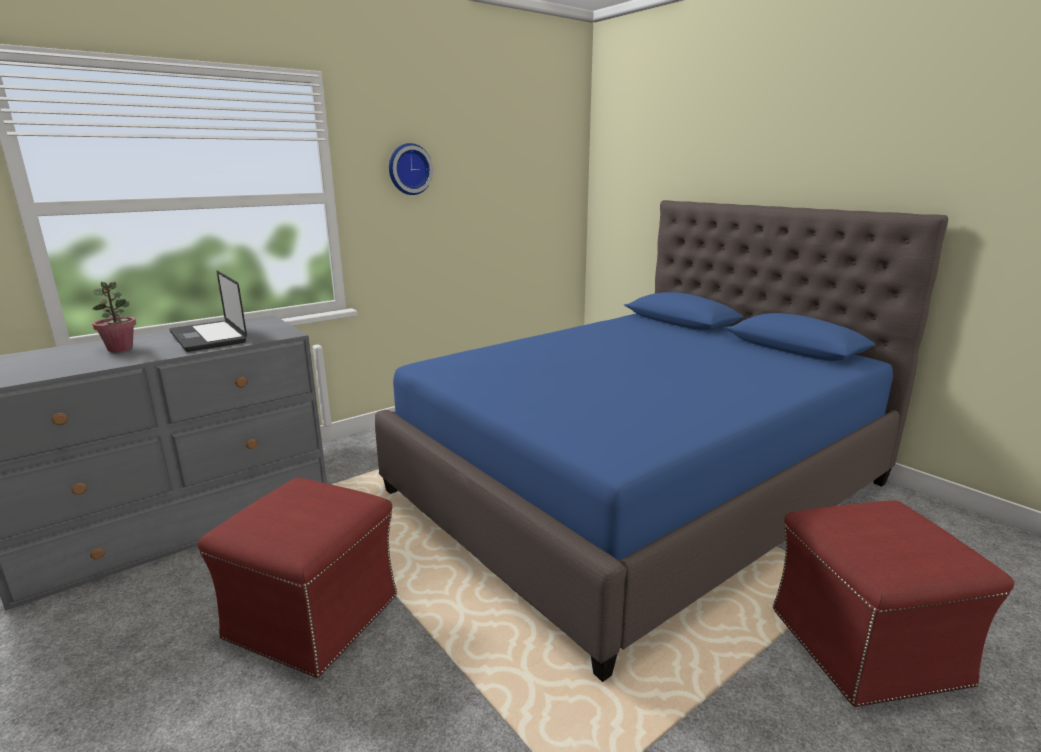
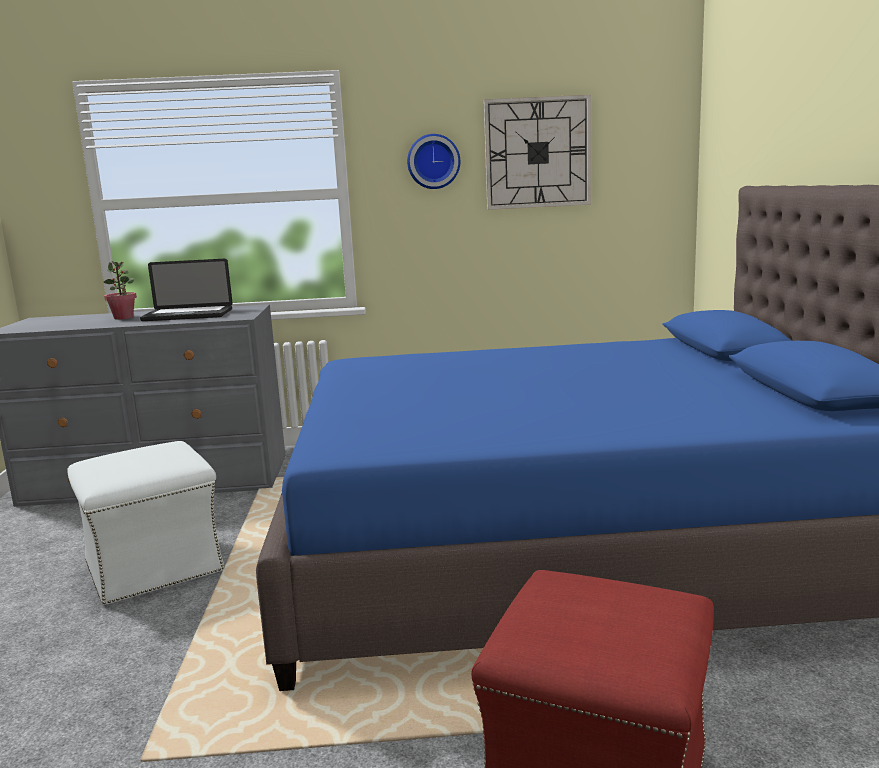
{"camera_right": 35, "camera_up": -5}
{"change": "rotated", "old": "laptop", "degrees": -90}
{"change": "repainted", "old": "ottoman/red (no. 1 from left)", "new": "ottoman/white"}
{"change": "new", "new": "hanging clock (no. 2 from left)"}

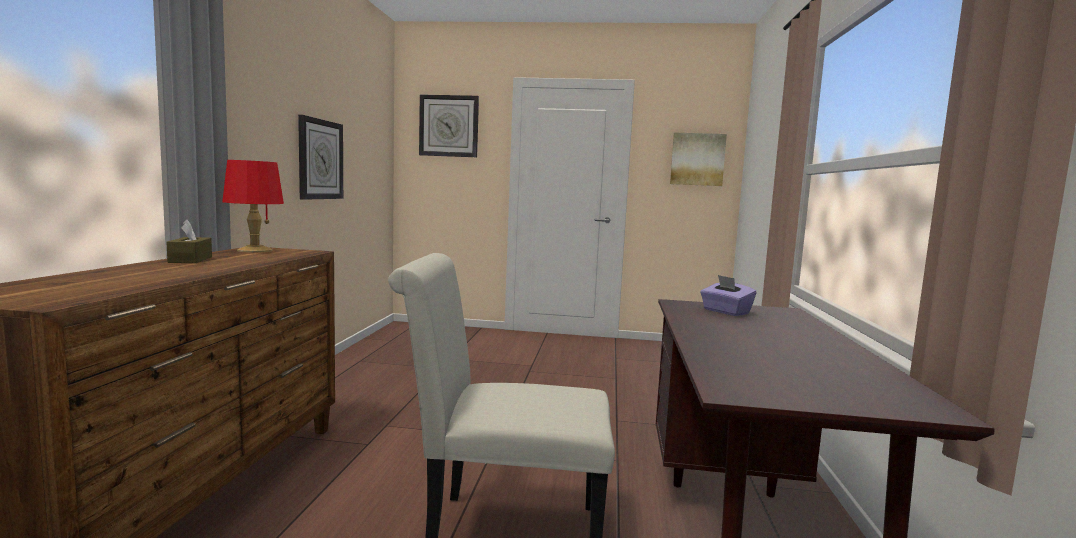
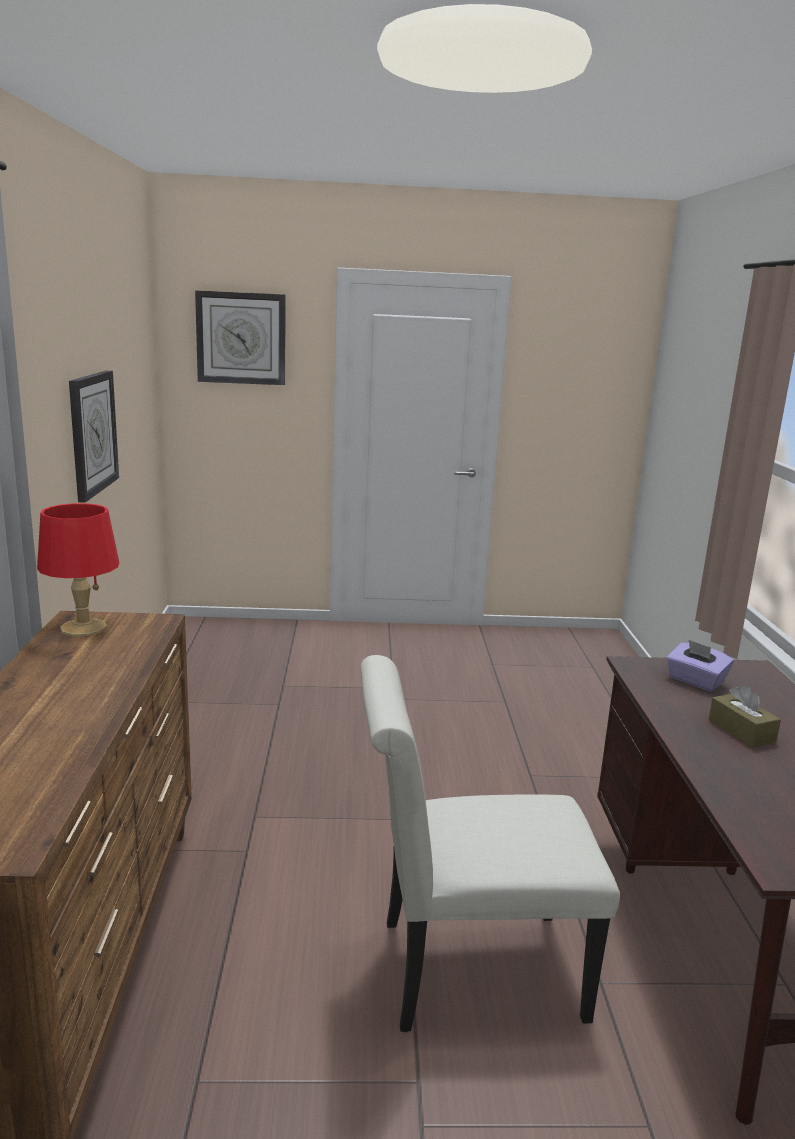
{"camera_right": -10, "camera_up": 10}
{"change": "shifted", "old": "tissue box/brownish"}
{"change": "gone", "old": "picture"}

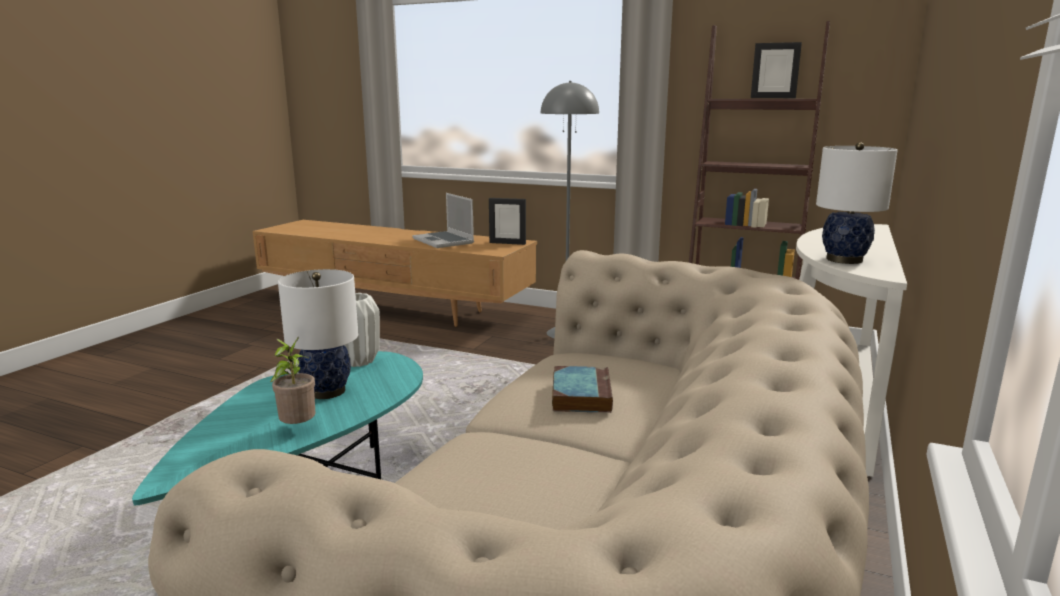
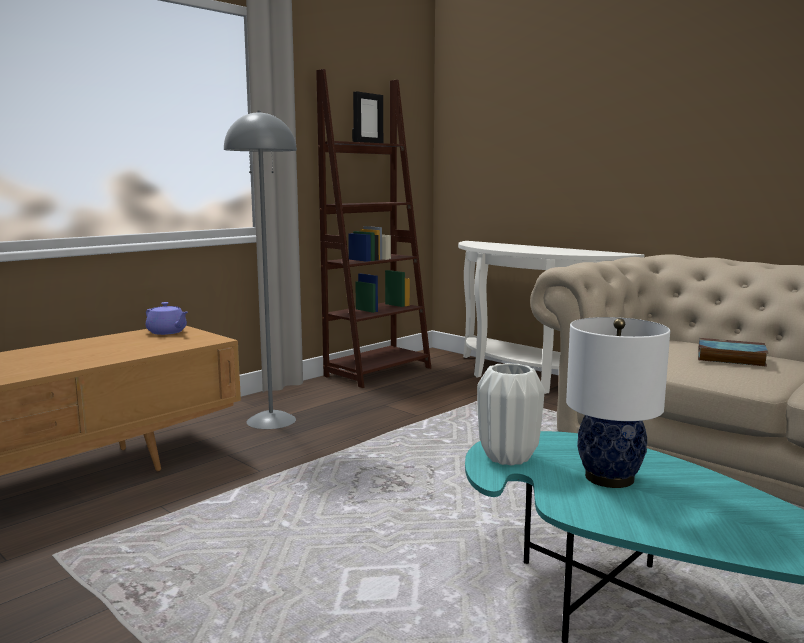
{"camera_right": -70, "camera_up": -5}
{"change": "gone", "old": "potted plant"}
{"change": "gone", "old": "laptop"}
{"change": "swapped", "old": "picture frame (no. 1 from left)", "new": "pot for tea/purple"}
{"change": "gone", "old": "lamp for a table/white (no. 2 from left)"}

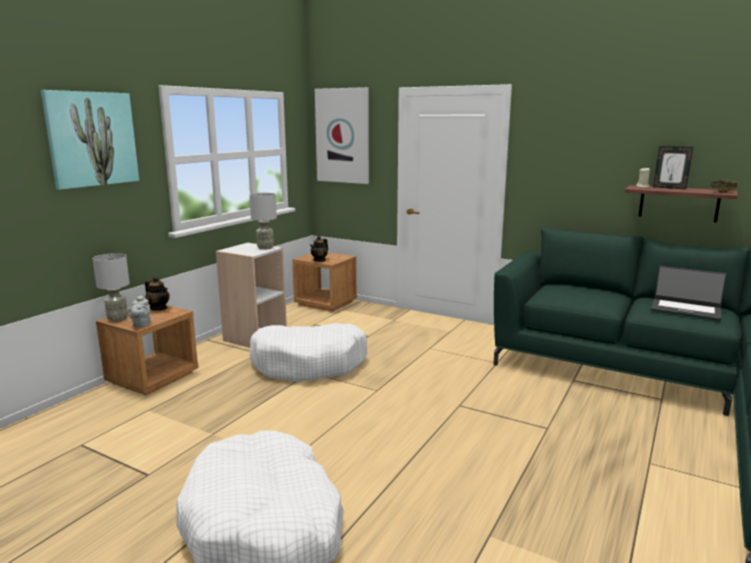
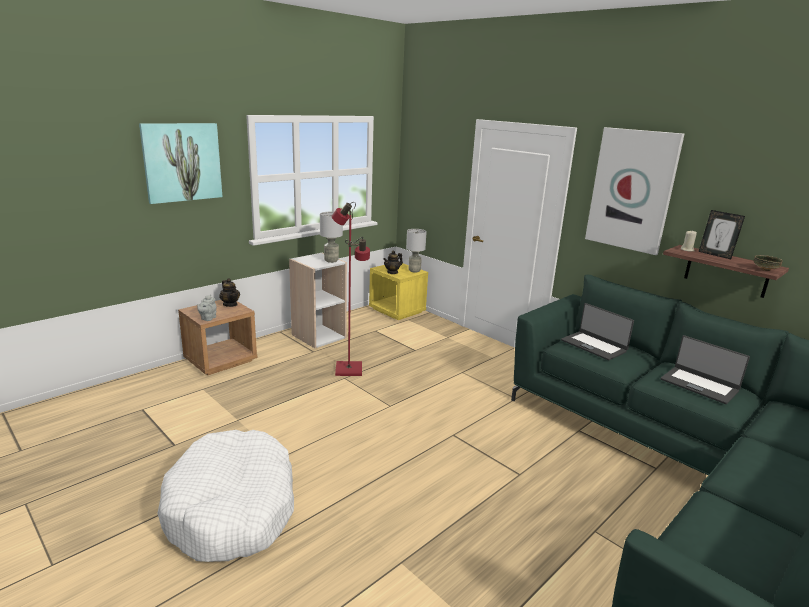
{"camera_right": 15, "camera_up": 5}
{"change": "shifted", "old": "lamp for a table/gray (no. 1 from left in the first image)", "new": "lamp for a table/gray (no. 2 from left)"}
{"change": "swapped", "old": "dog cushion/white (no. 2 from left)", "new": "floor lamp/red"}
{"change": "repainted", "old": "night table/brownish (no. 2 from left)", "new": "night table/yellowish"}
{"change": "shifted", "old": "picture (no. 2 from left)"}
{"change": "new", "new": "laptop (no. 1 from left)"}

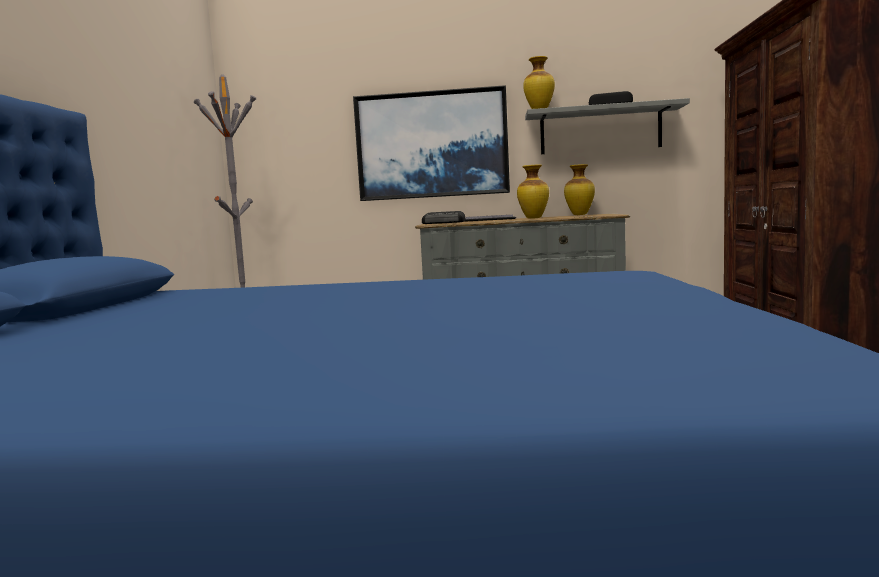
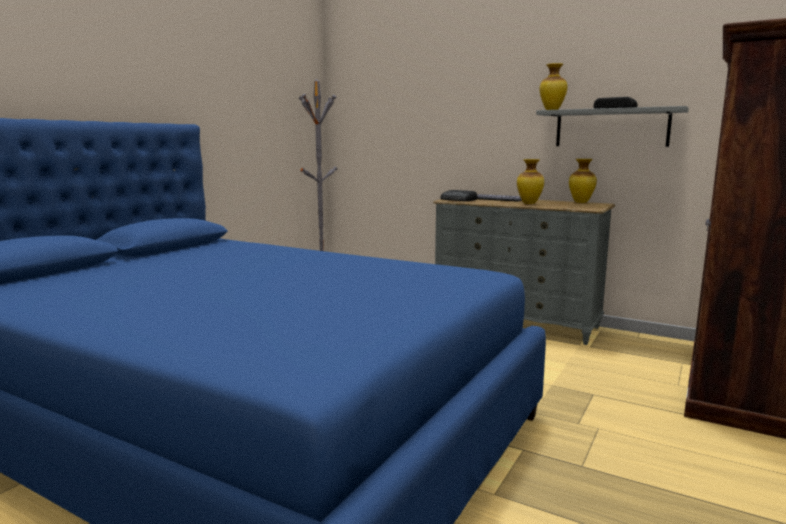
{"camera_right": 25, "camera_up": 5}
{"change": "gone", "old": "picture"}

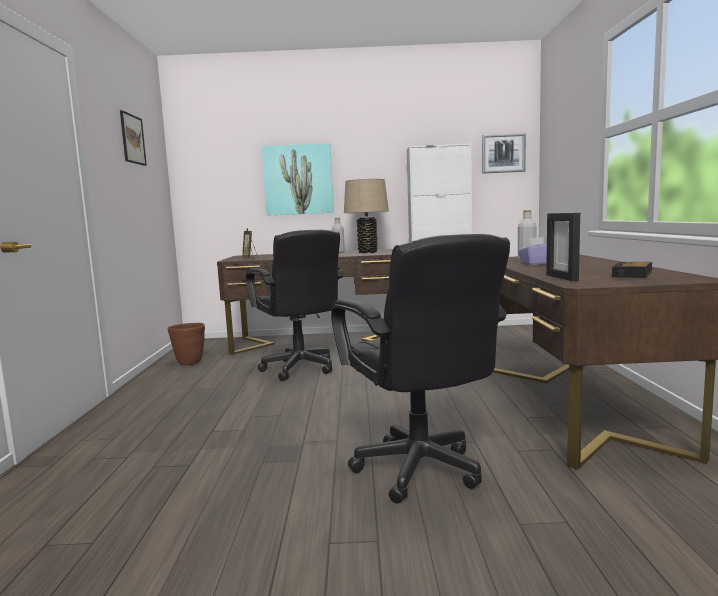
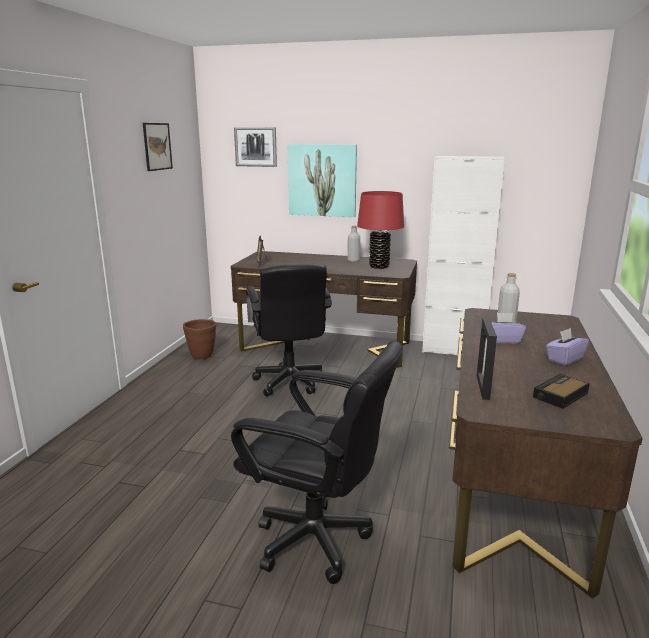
{"camera_right": 15, "camera_up": 10}
{"change": "rotated", "old": "computer chair/blackish (no. 2 from left)", "degrees": -60}
{"change": "repainted", "old": "lamp for a table/beige-coloured", "new": "lamp for a table/red"}
{"change": "shifted", "old": "picture (no. 3 from left in the first image)", "new": "picture (no. 2 from left)"}
{"change": "new", "new": "tissue box/purple (no. 2 from left)"}

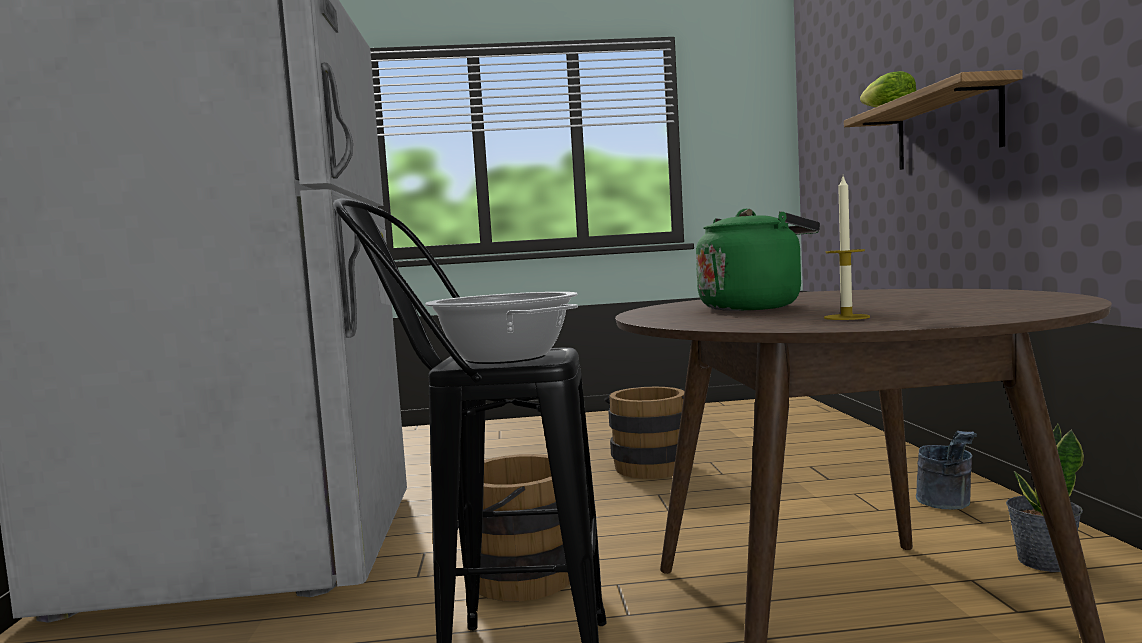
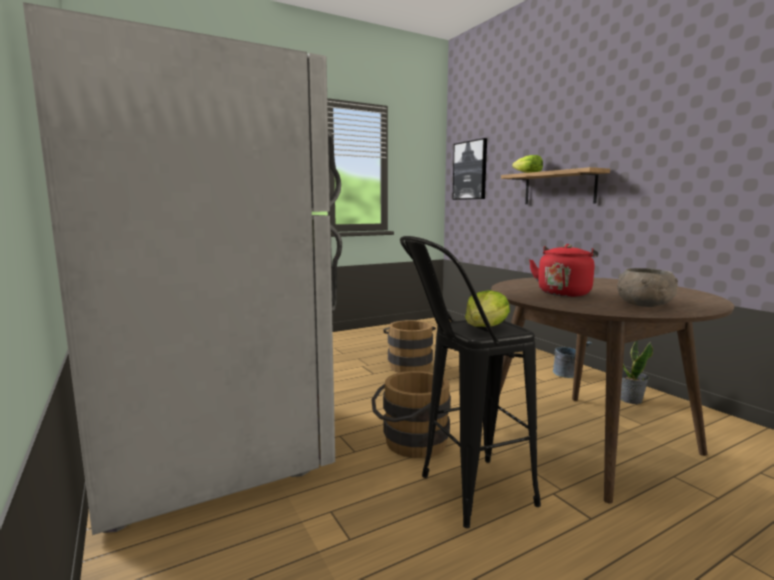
{"camera_right": -25, "camera_up": 5}
{"change": "swapped", "old": "stockpot", "new": "lettuce (no. 1 from left)"}
{"change": "repainted", "old": "water kettle/green", "new": "water kettle/red"}
{"change": "swapped", "old": "candle", "new": "serving bowl/gray"}
{"change": "new", "new": "picture"}

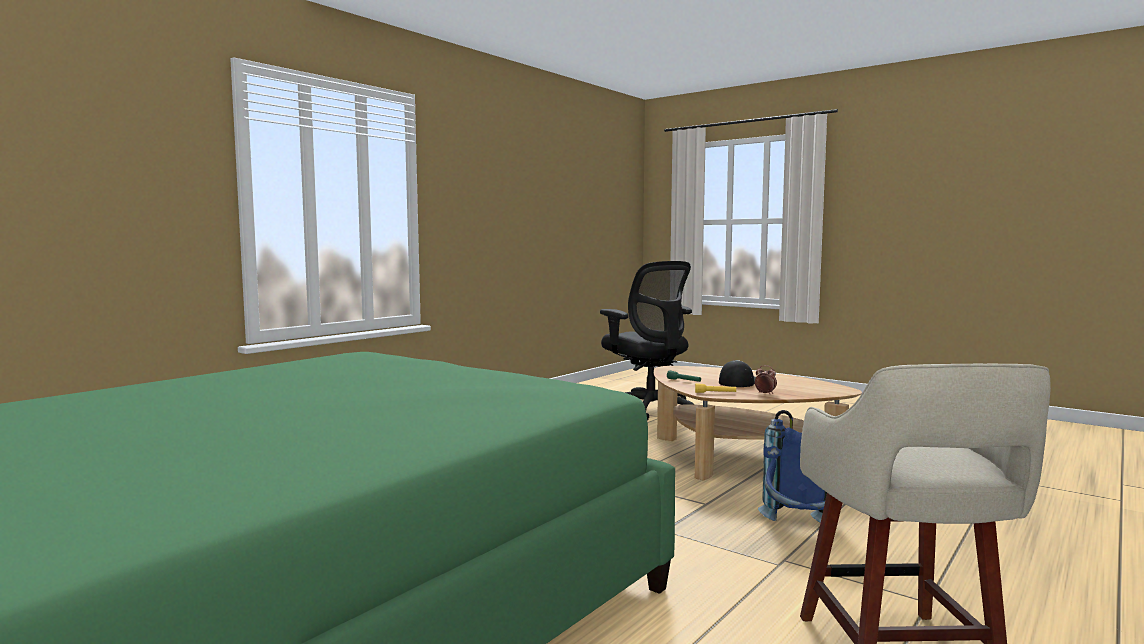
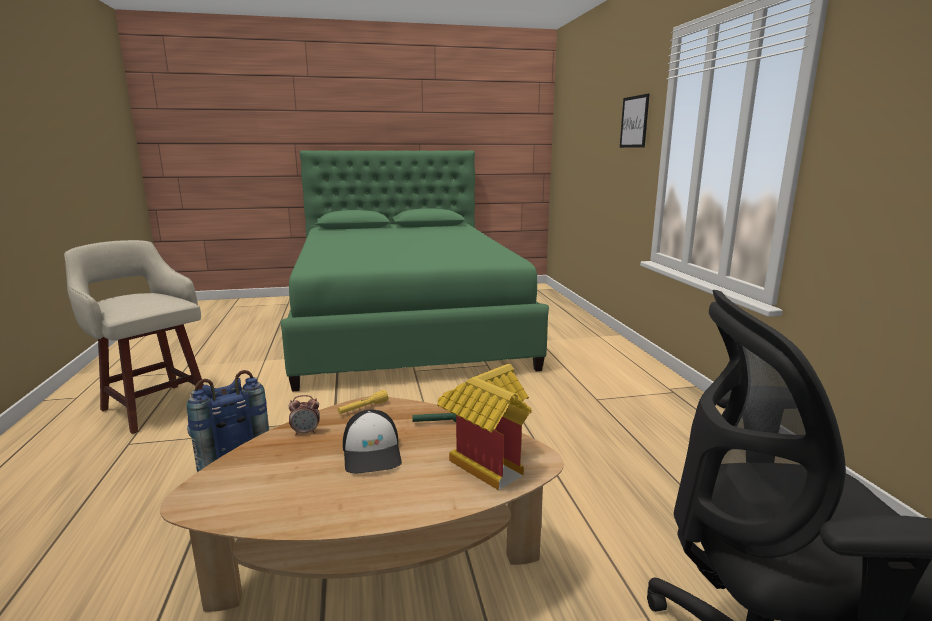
{"camera_right": 130, "camera_up": 10}
{"change": "new", "new": "toy house"}
{"change": "new", "new": "picture"}

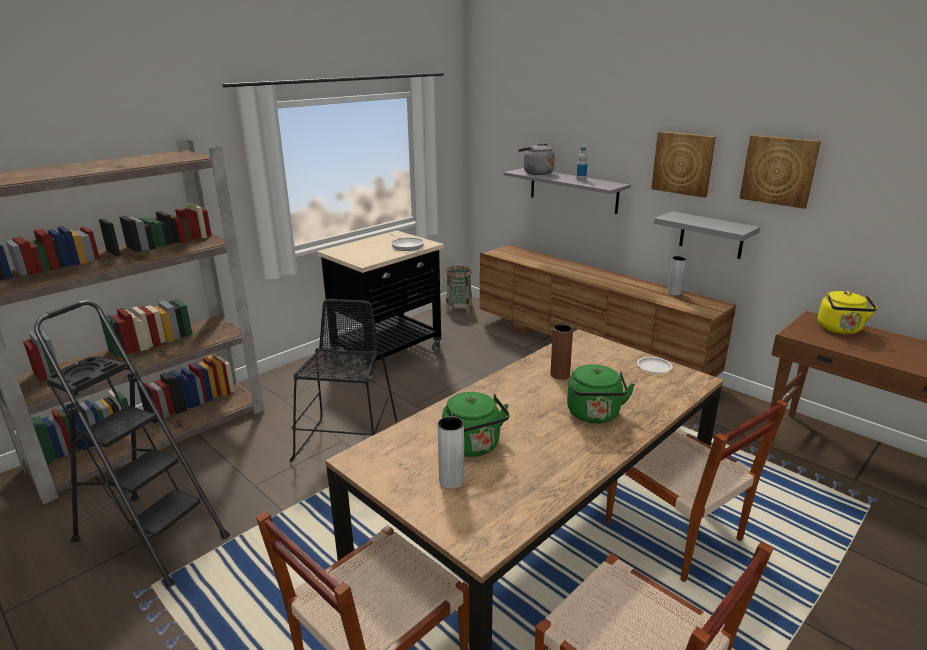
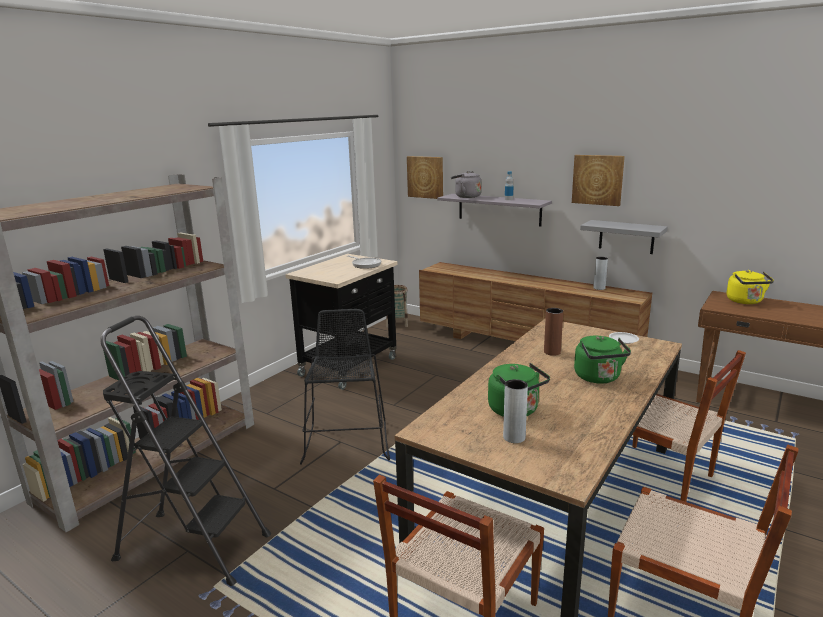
{"camera_right": -10, "camera_up": -5}
{"change": "shifted", "old": "picture (no. 2 from left in the first image)", "new": "picture (no. 1 from left)"}

